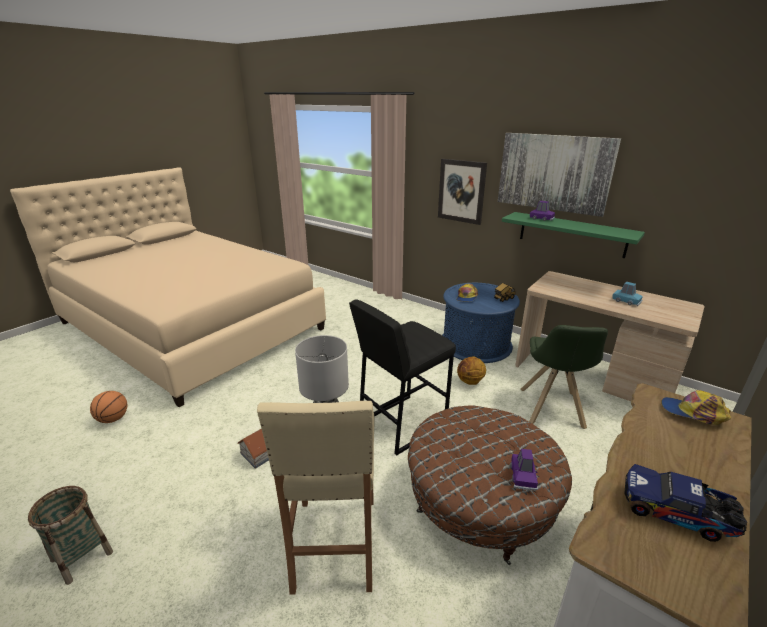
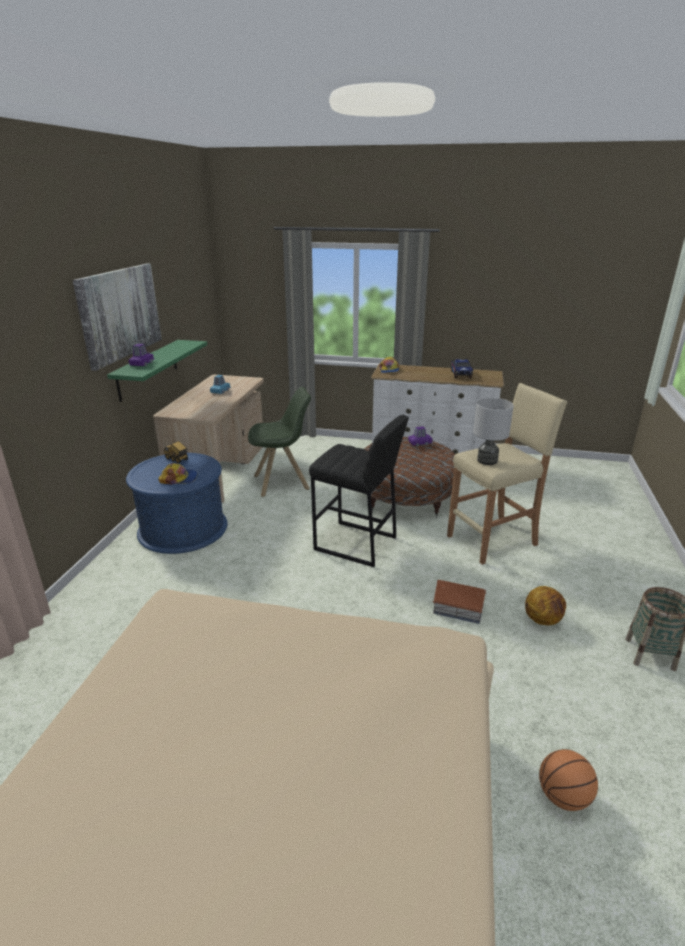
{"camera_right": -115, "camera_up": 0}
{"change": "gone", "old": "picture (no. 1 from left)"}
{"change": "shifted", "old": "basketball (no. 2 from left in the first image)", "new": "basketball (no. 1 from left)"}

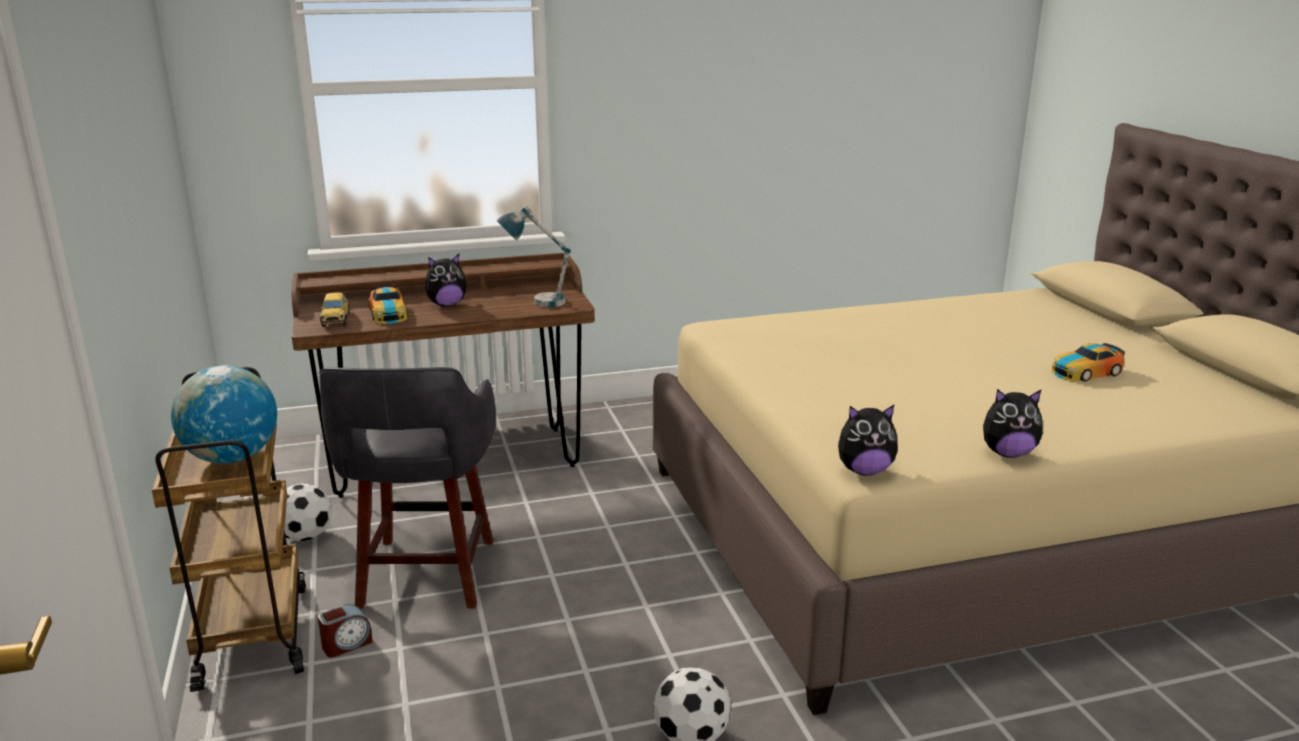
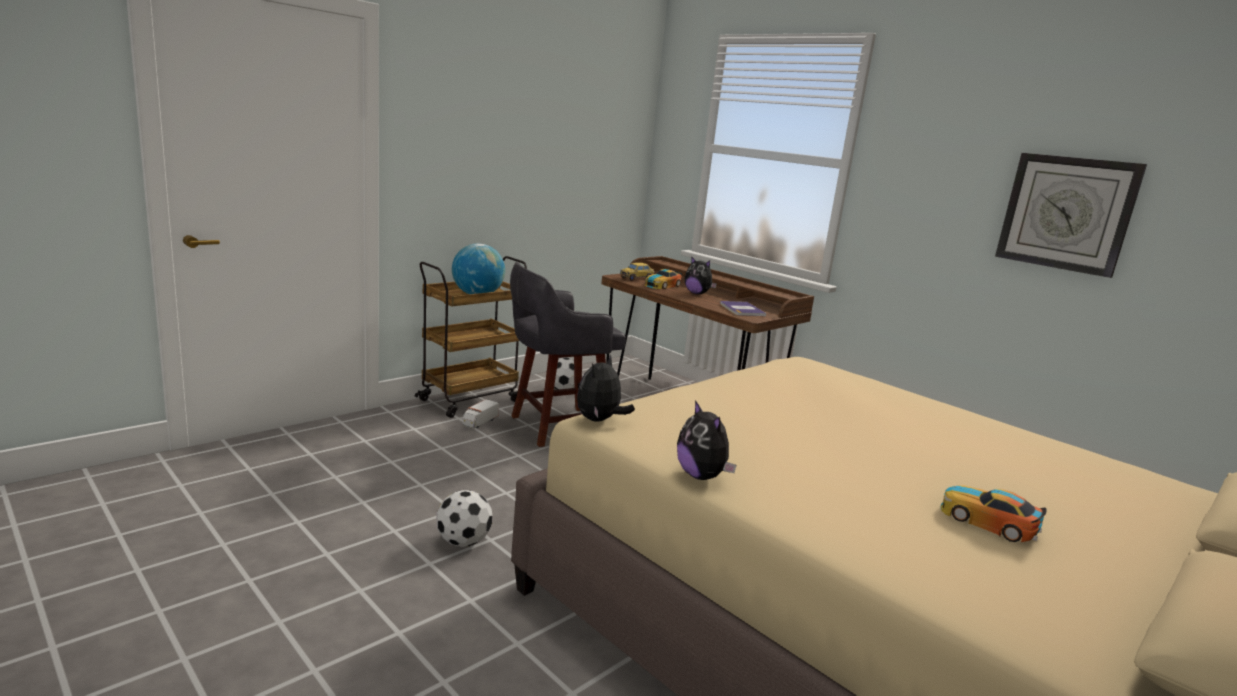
{"camera_right": 60, "camera_up": -5}
{"change": "swapped", "old": "table clock", "new": "model truck"}
{"change": "swapped", "old": "lamp for a table", "new": "bound book"}
{"change": "rotated", "old": "plush toy (no. 2 from left in the first image)", "degrees": 60}
{"change": "new", "new": "hanging clock"}

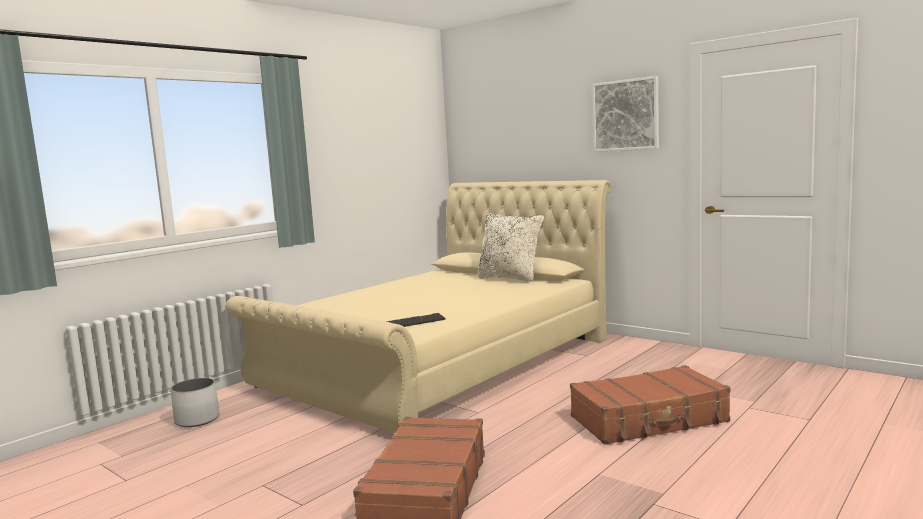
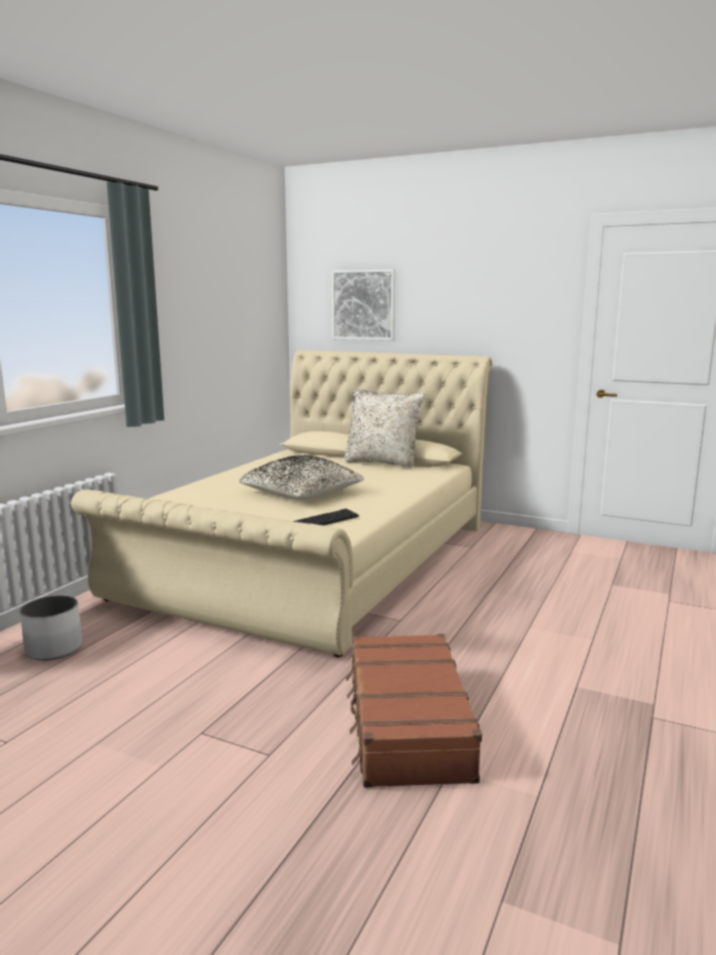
{"camera_right": -15, "camera_up": 5}
{"change": "gone", "old": "travel case/brownish (no. 2 from left)"}
{"change": "shifted", "old": "picture"}
{"change": "new", "new": "throw pillow/beige-coloured (no. 1 from left)"}

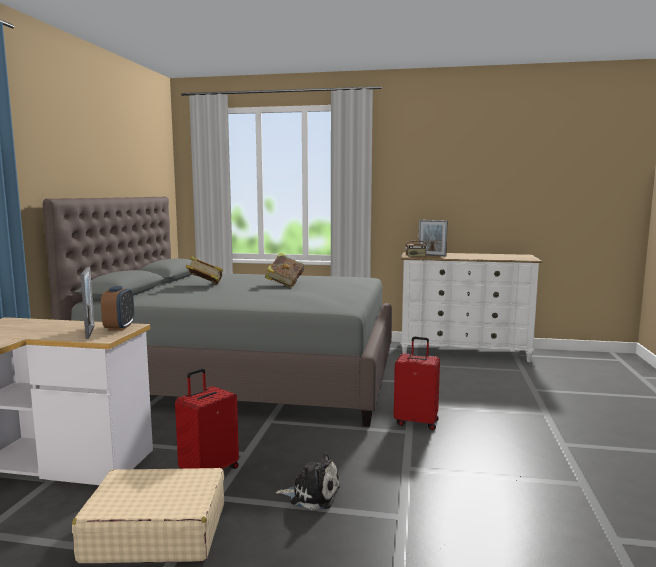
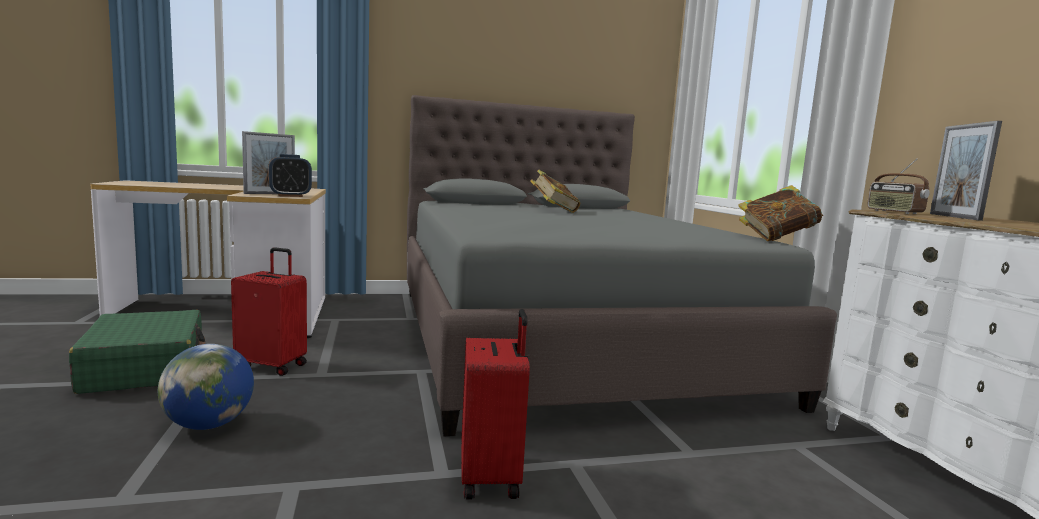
{"camera_right": 65, "camera_up": 0}
{"change": "repainted", "old": "travel case/beige-coloured", "new": "travel case/green"}
{"change": "shifted", "old": "bound book (no. 2 from left)"}
{"change": "swapped", "old": "plush toy", "new": "world globe"}

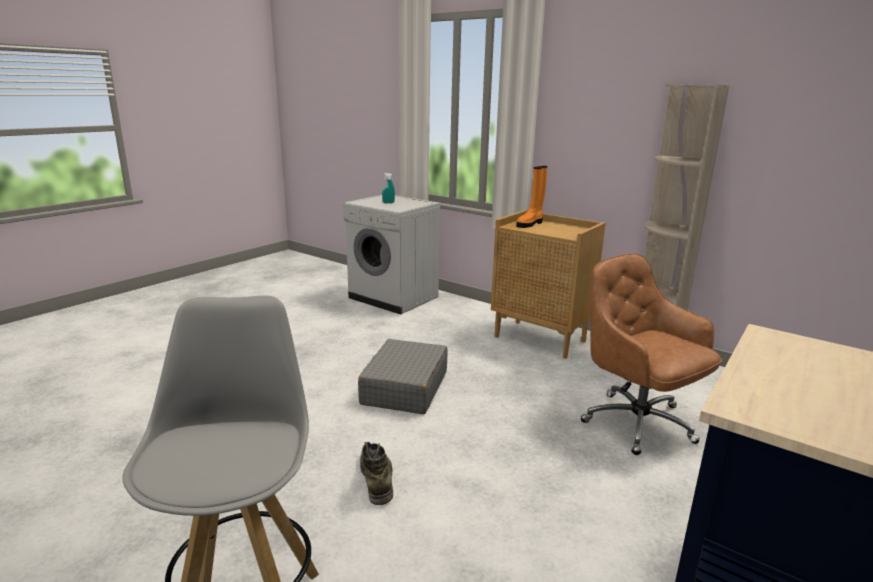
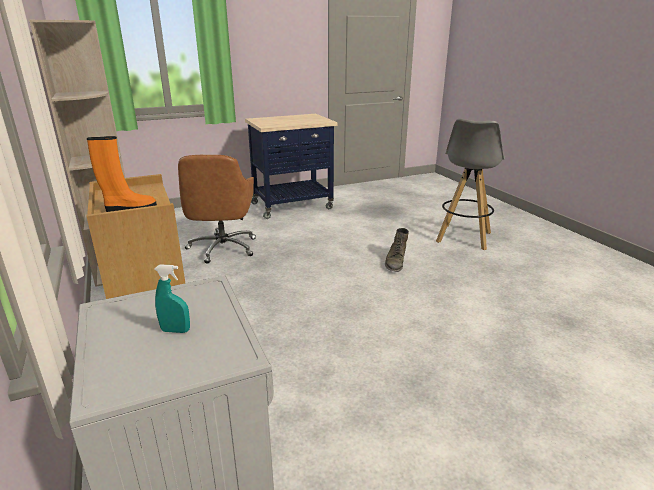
{"camera_right": -150, "camera_up": 5}
{"change": "gone", "old": "travel case/gray"}

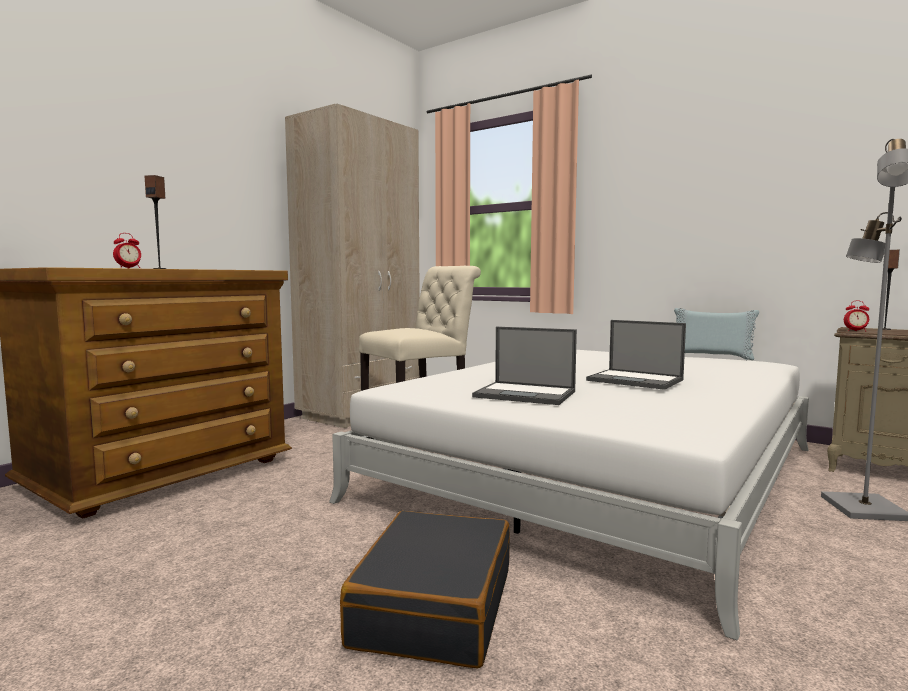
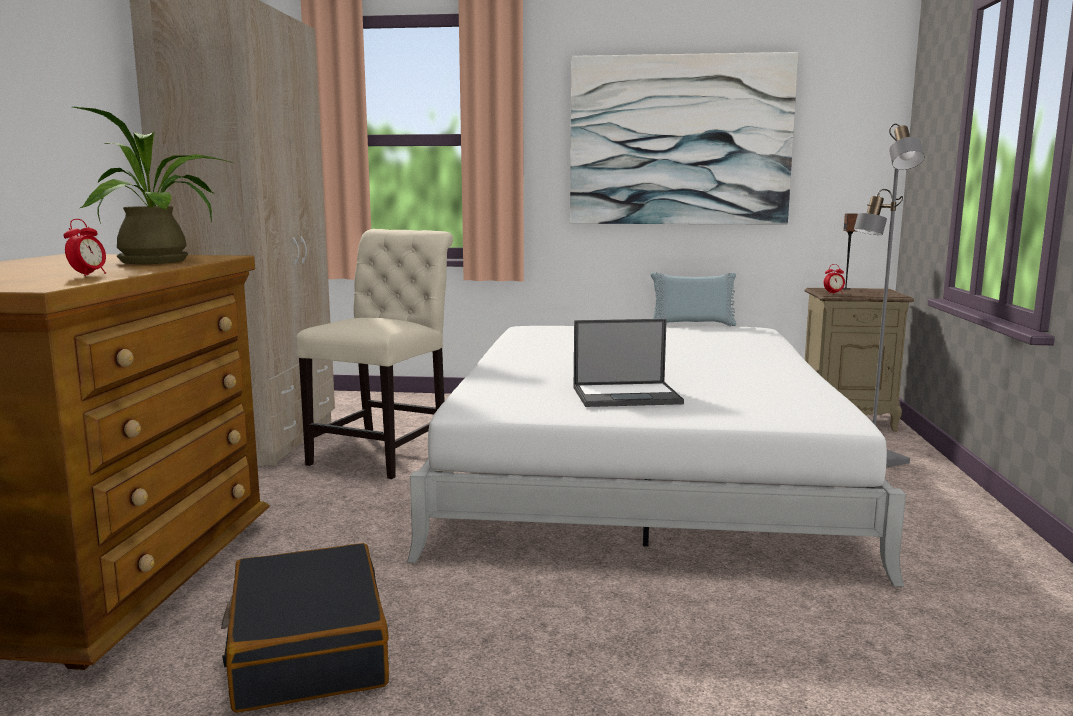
{"camera_right": -30, "camera_up": 5}
{"change": "gone", "old": "loudspeaker (no. 1 from left)"}
{"change": "shifted", "old": "travel case/blackish"}
{"change": "gone", "old": "laptop (no. 2 from left)"}
{"change": "new", "new": "potted plant"}
{"change": "new", "new": "picture"}

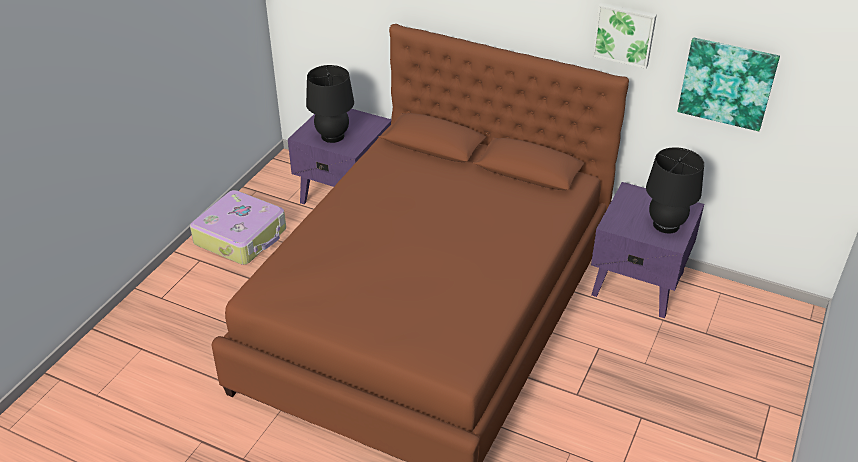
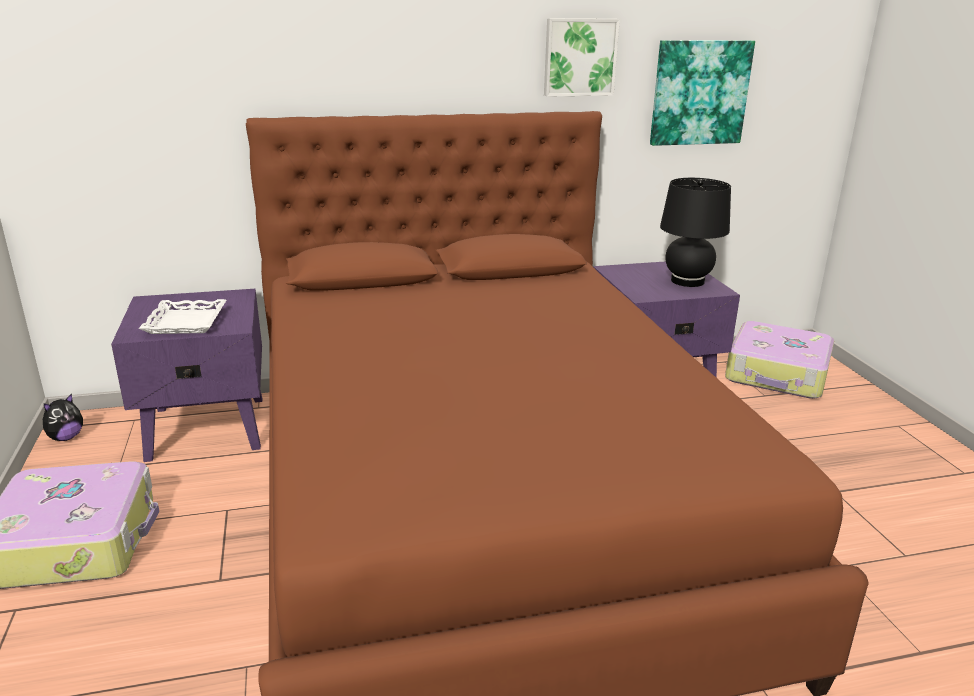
{"camera_right": -40, "camera_up": -15}
{"change": "swapped", "old": "lamp for a table/blackish (no. 1 from left)", "new": "tray/white"}
{"change": "new", "new": "plush toy"}
{"change": "new", "new": "travel case (no. 2 from left)"}

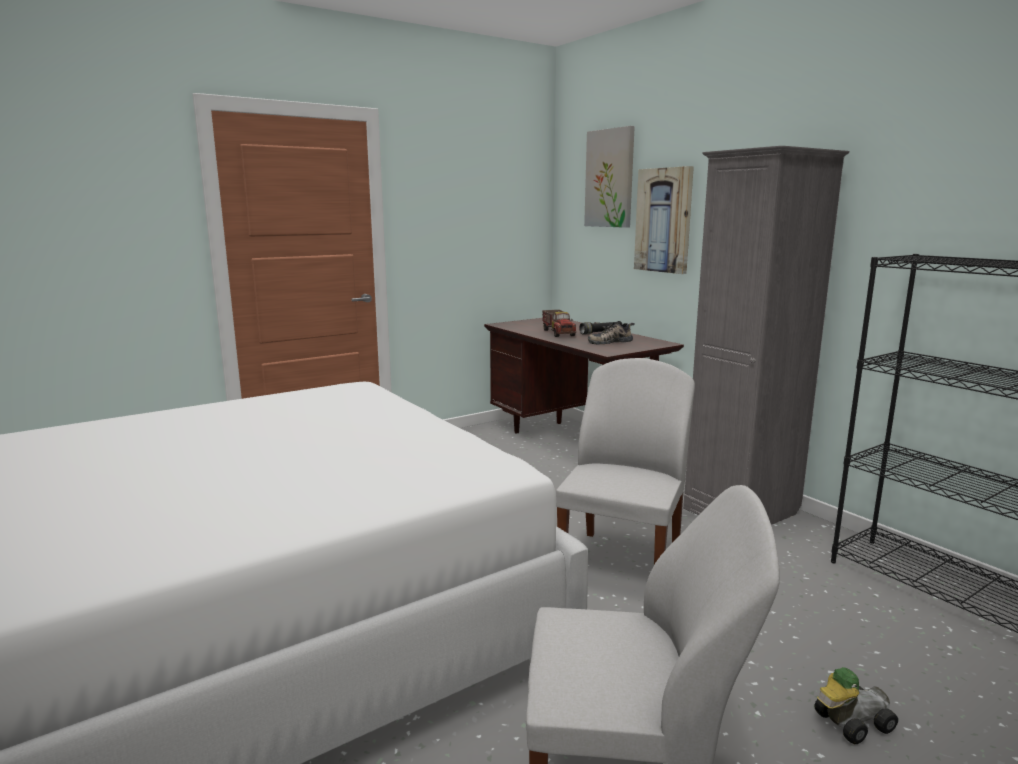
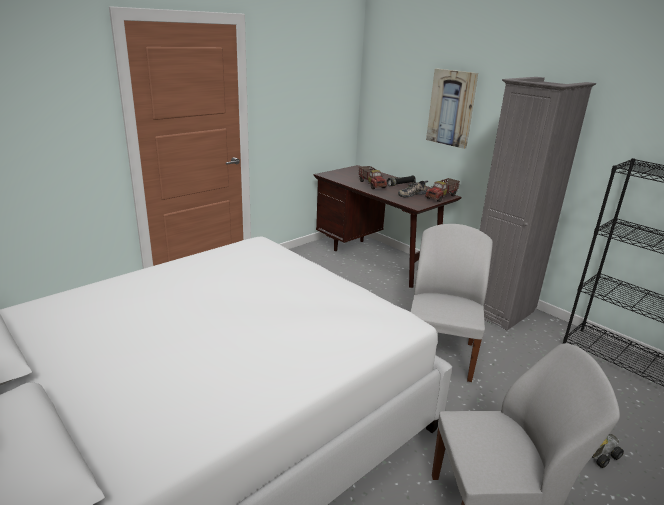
{"camera_right": -10, "camera_up": 10}
{"change": "gone", "old": "picture (no. 1 from left)"}
{"change": "new", "new": "model truck (no. 2 from left)"}

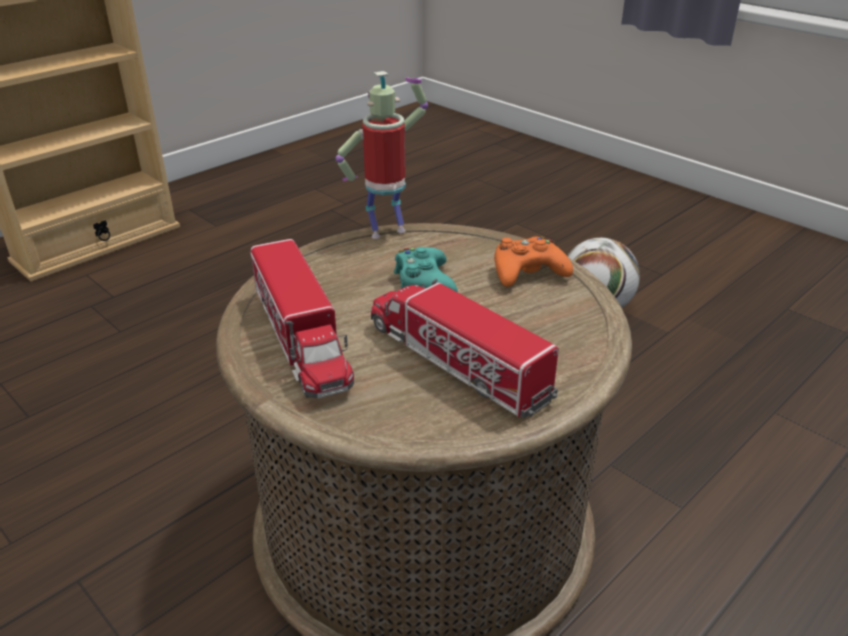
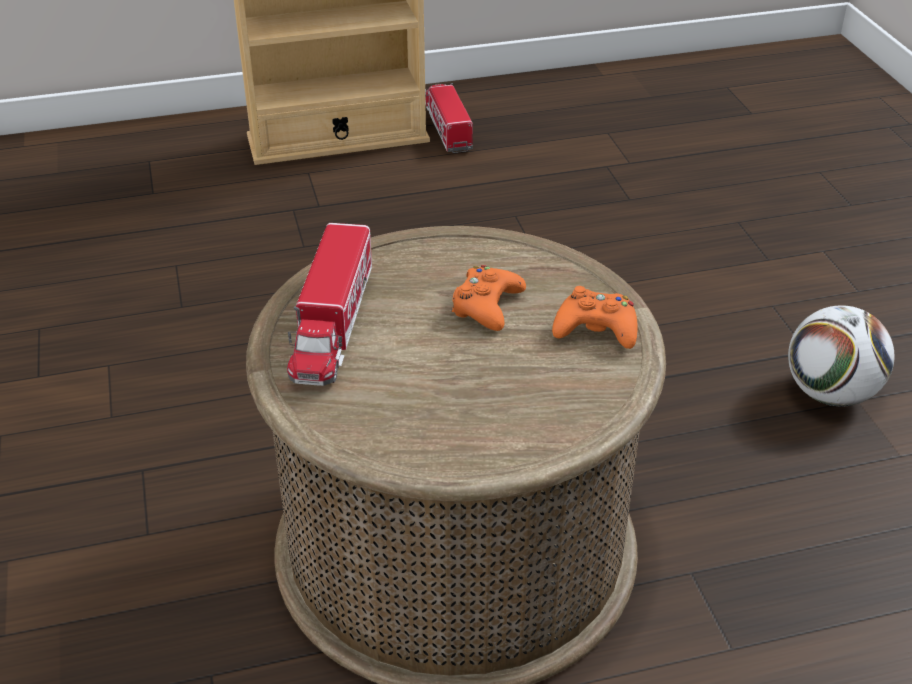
{"camera_right": 30, "camera_up": 5}
{"change": "gone", "old": "toy robot"}
{"change": "shifted", "old": "model truck (no. 2 from left)"}
{"change": "repainted", "old": "game controller/turquoise-coloured", "new": "game controller/orange-coloured (no. 1 from left)"}

